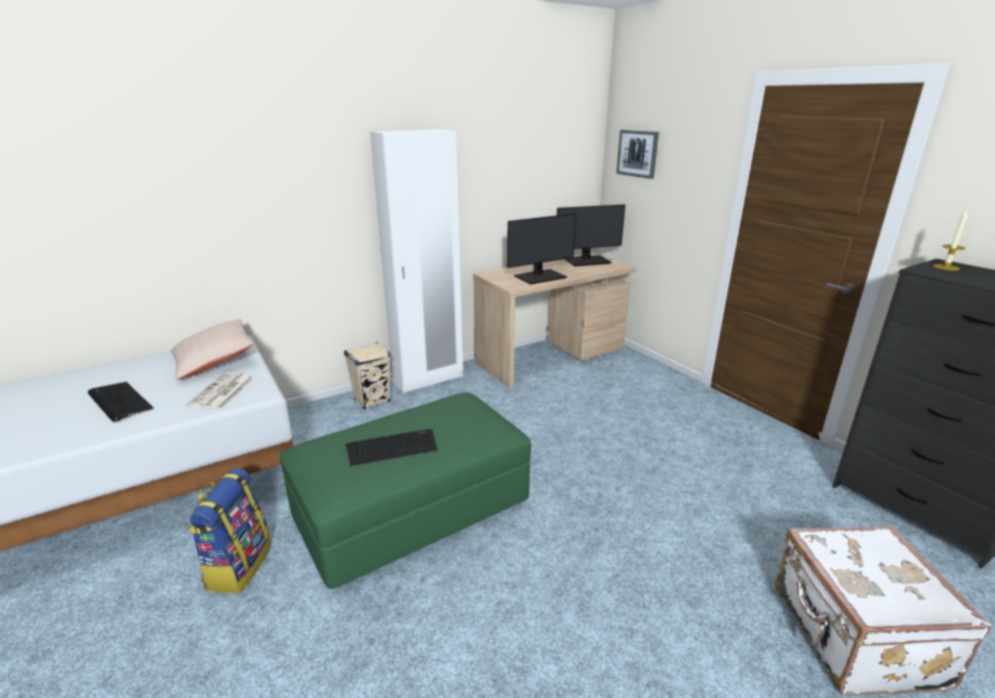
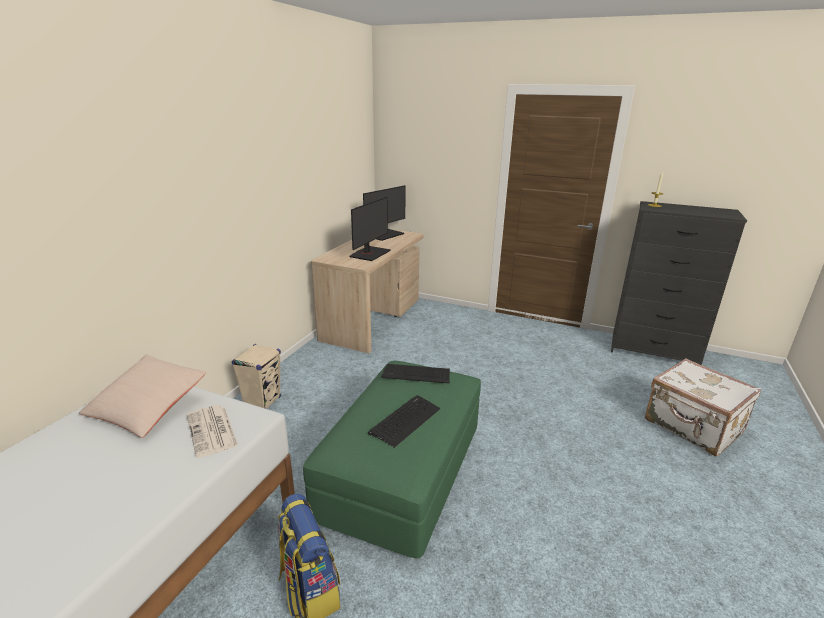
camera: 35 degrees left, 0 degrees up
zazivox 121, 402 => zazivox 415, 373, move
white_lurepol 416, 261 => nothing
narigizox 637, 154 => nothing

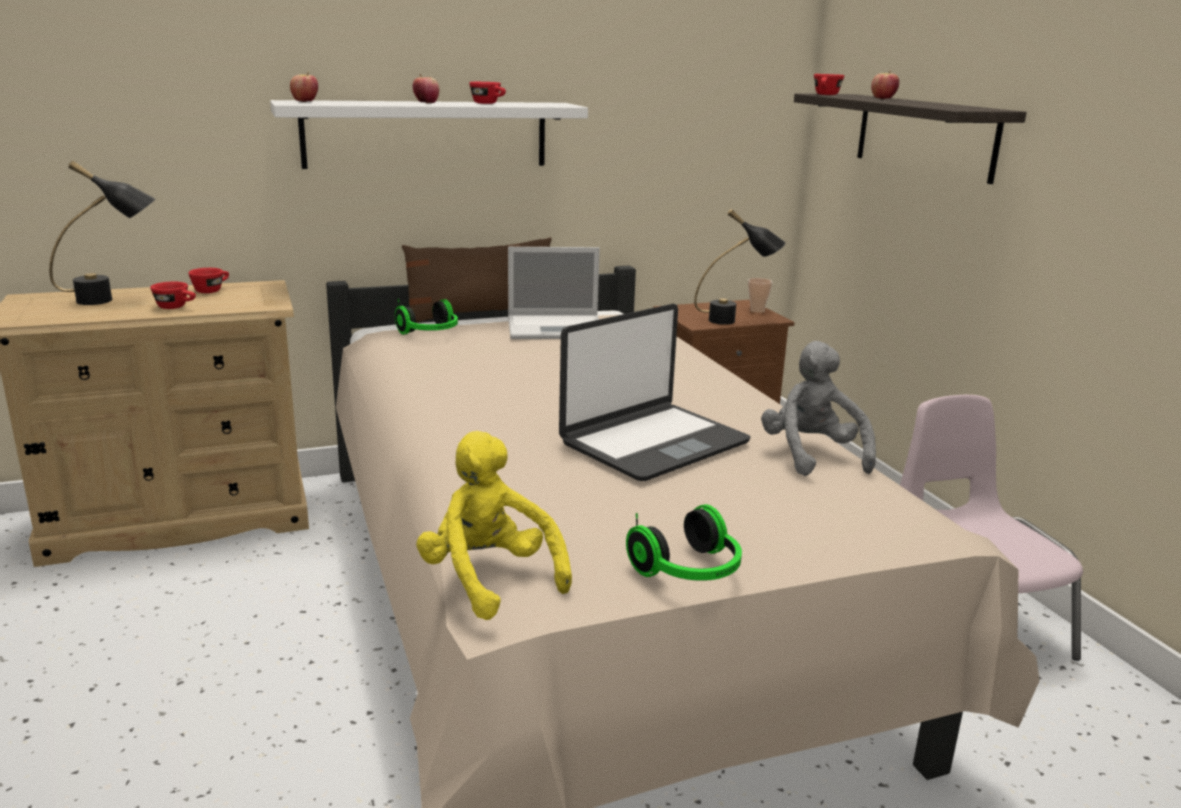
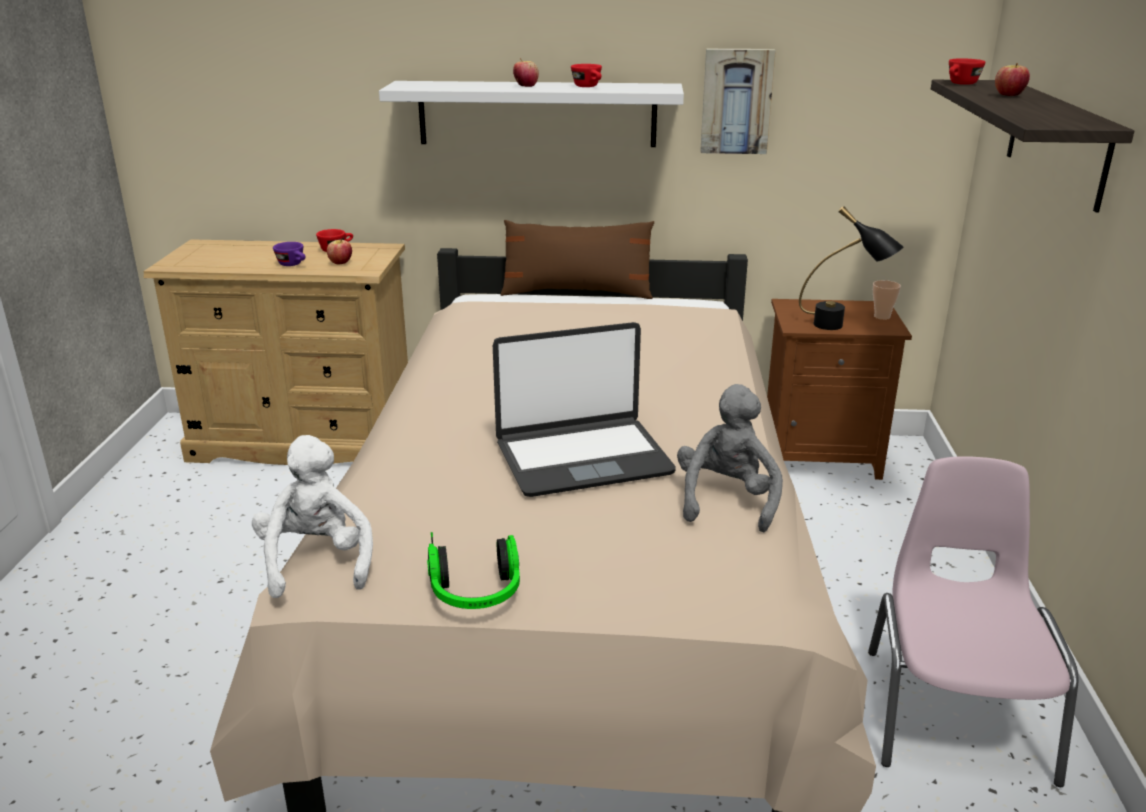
camera: 25 degrees right, 5 degrees up
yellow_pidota 494, 525 => white_pidota 312, 516
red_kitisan 173, 295 => purple_kitisan 289, 254
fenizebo 304, 87 => fenizebo 339, 252, move
nothing => narigizox 738, 101
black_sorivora 102, 233 => nothing
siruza 426, 317 => nothing
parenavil 554, 293 => nothing

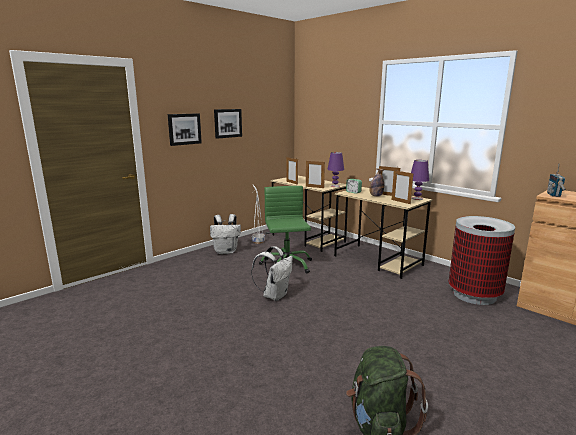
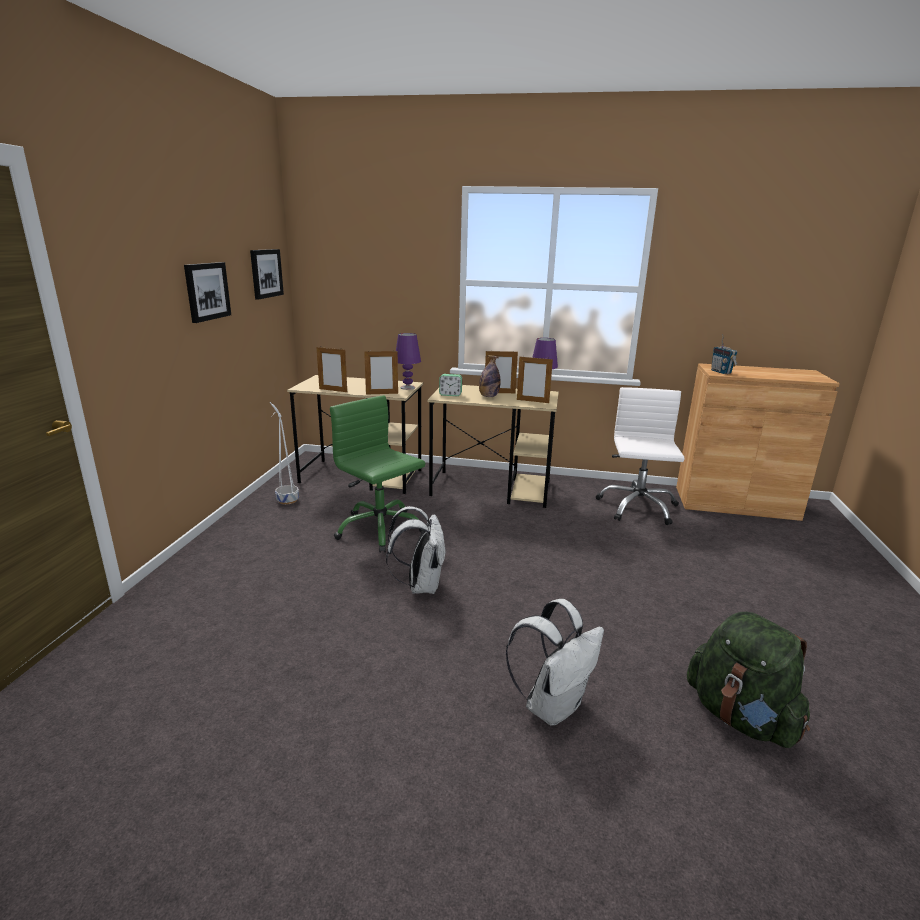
camera: 35 degrees left, 5 degrees up
narigizox 185, 129 => narigizox 267, 274, move
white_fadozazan 225, 234 => white_fadozazan 555, 662, move
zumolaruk 482, 260 => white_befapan 640, 456

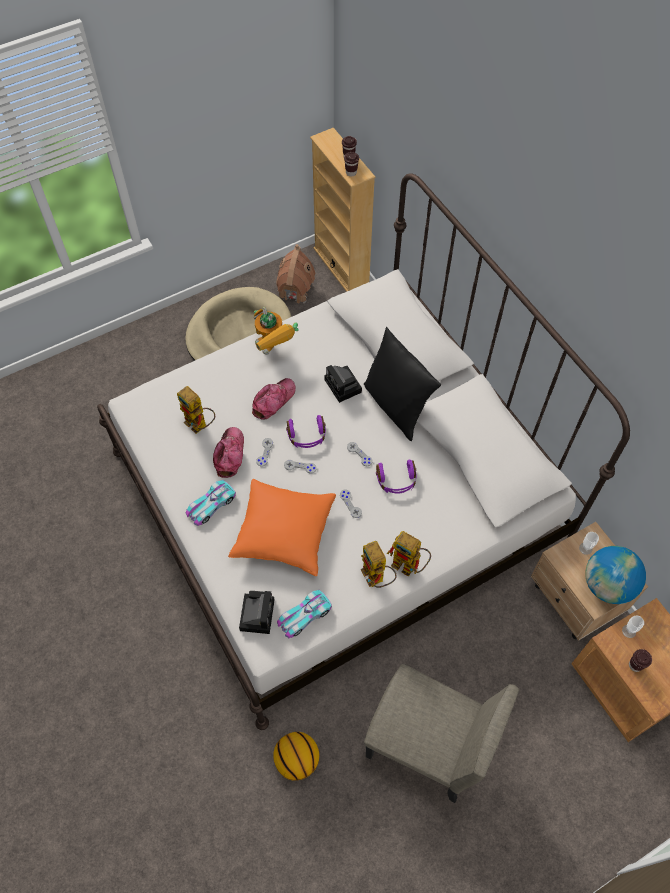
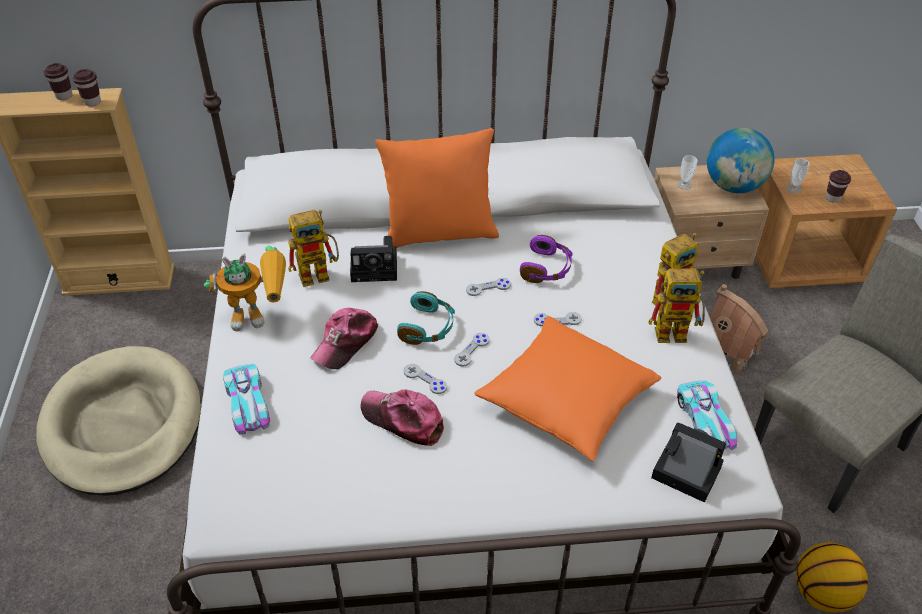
camera: 65 degrees left, 15 degrees down
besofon 210, 503 => besofon 246, 399, move
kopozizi 196, 410 => kopozizi 313, 248, move
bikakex 274, 399 => bikakex 344, 338, 120 degrees counterclockwise
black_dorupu 402, 384 => orange_dorupu 437, 188
purple_siruza 306, 431 => turquoise_siruza 426, 318
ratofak 295, 273 => ratofak 739, 327, move

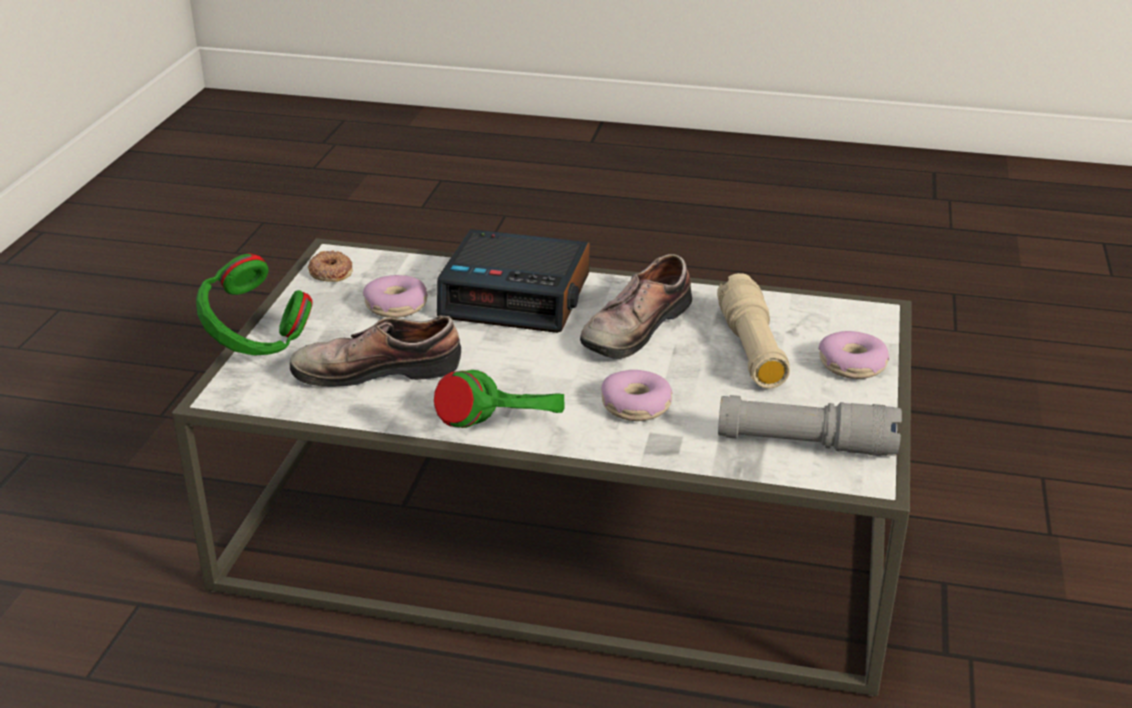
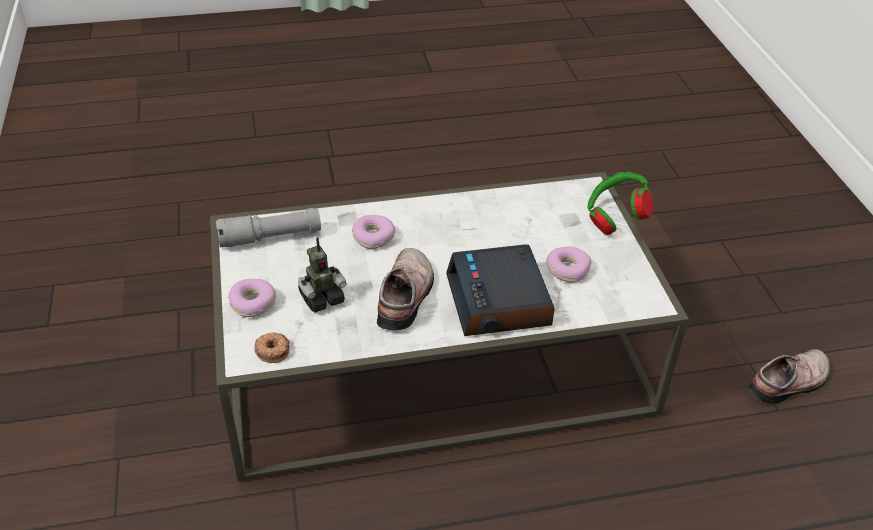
camera: 155 degrees right, 10 degrees up
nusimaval 330, 266 => nusimaval 272, 348, move
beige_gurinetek 753, 331 => kopozizi 322, 275
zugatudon 513, 281 => zugatudon 500, 290, 90 degrees counterclockwise
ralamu 375, 351 => ralamu 789, 376, move
green_siruza 499, 399 => nothing

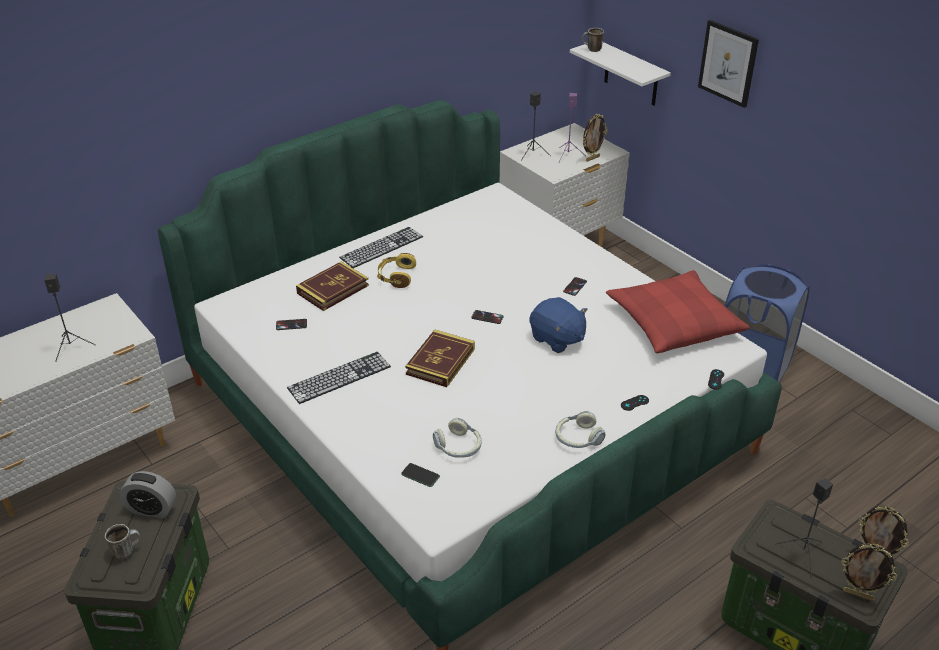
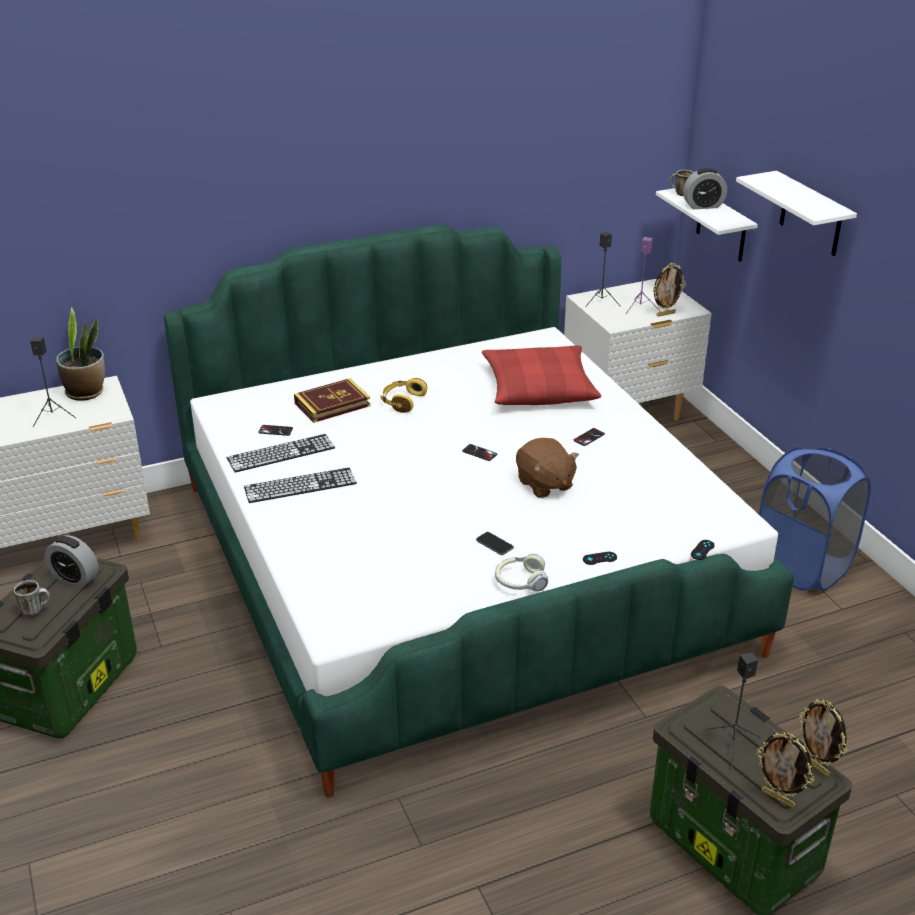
camera: 15 degrees right, 5 degrees down
nothing => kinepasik 80, 354
zazivox 381, 247 => zazivox 281, 453, move
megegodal 420, 475 => megegodal 495, 543, move
red_dorupu 678, 311 => red_dorupu 541, 375, move
blue_pidota 558, 325 => brown_pidota 547, 468
nothing => zugatudon 705, 188
narigizox 728, 64 => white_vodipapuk 796, 213
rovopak 440, 358 => nothing
siruza 457, 438 => nothing

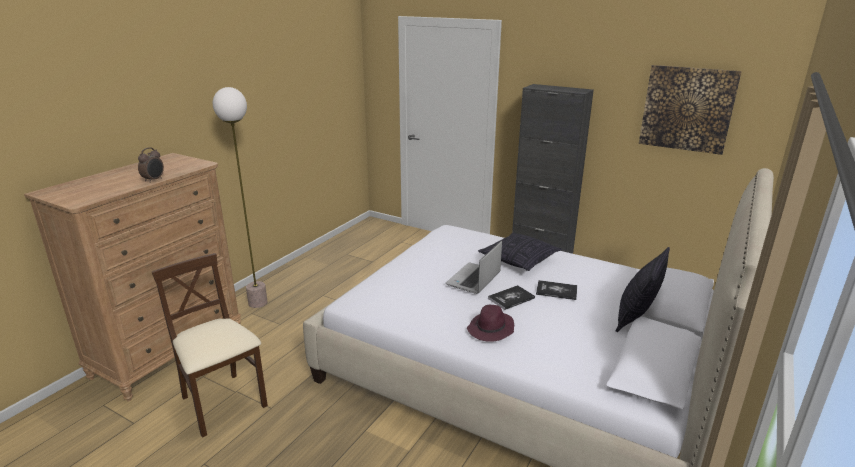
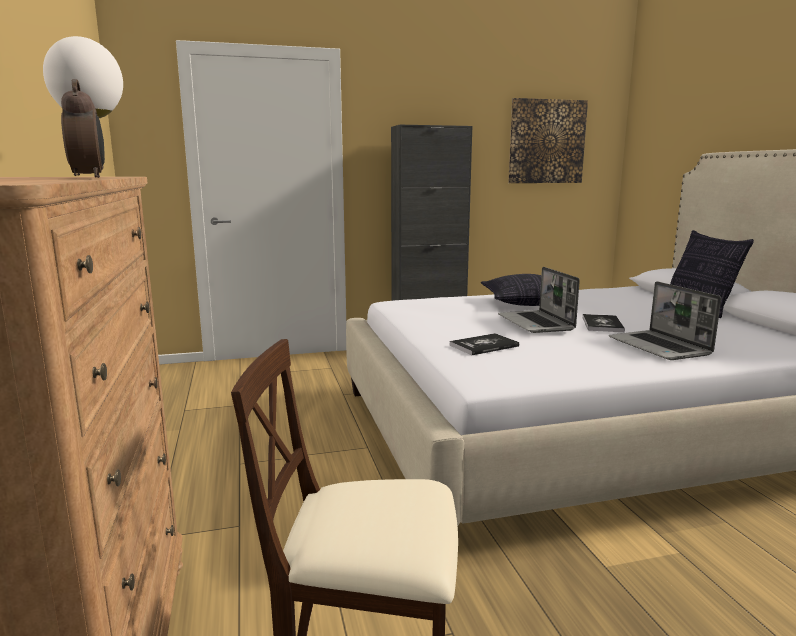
camera: 45 degrees left, 10 degrees down
rovopak 556, 290 => rovopak 484, 344, move
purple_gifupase 490, 323 => parenavil 665, 320

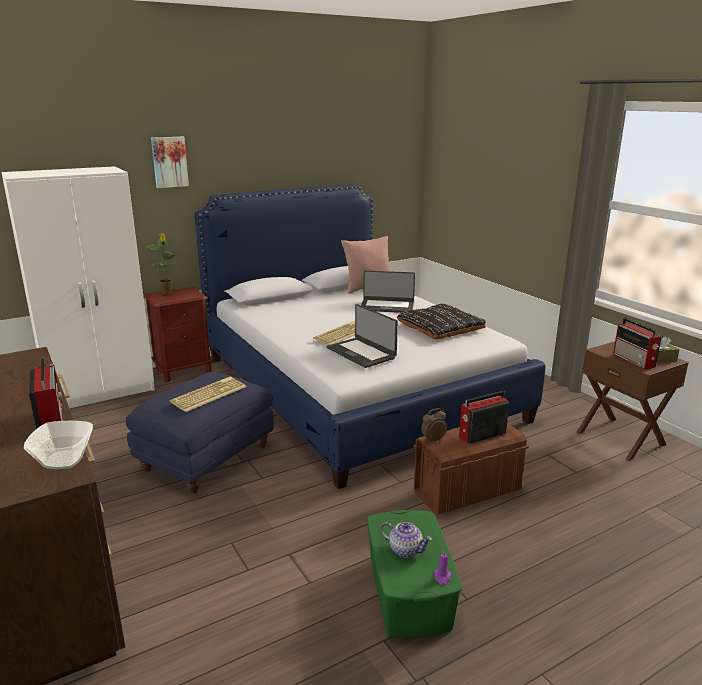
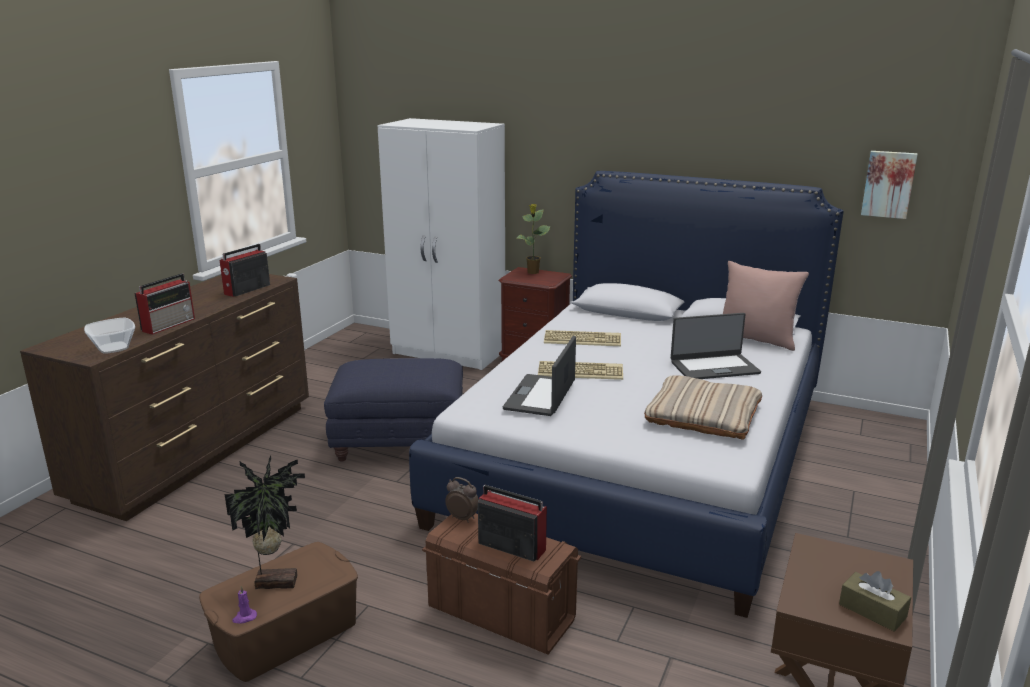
camera: 55 degrees right, 0 degrees up
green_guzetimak 414, 574 => brown_guzetimak 278, 612
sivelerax 637, 344 => sivelerax 245, 270, move
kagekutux 406, 540 => kinepasik 265, 522
zazivox 208, 394 => zazivox 582, 338, move
black_dorupu 441, 322 => beige_dorupu 703, 407
parenavil 388, 291 => parenavil 716, 346, 75 degrees counterclockwise
narigizox 170, 162 => narigizox 889, 185, move

